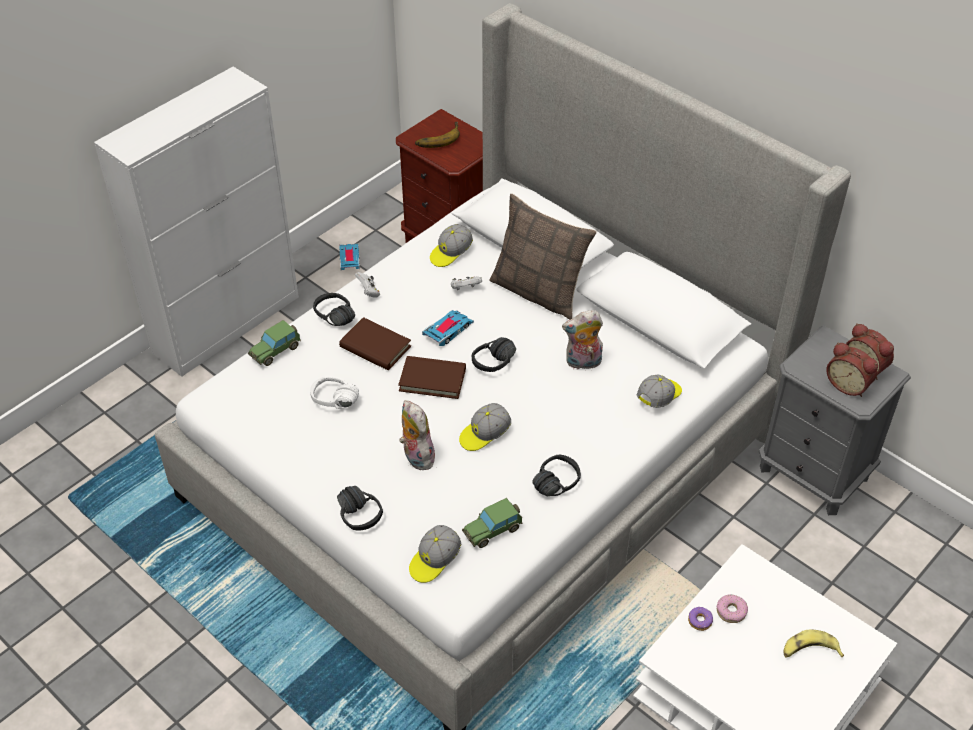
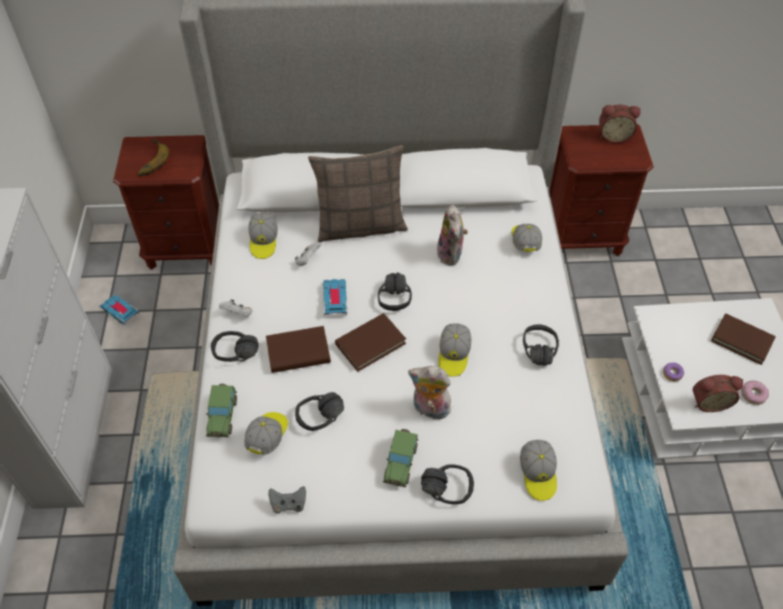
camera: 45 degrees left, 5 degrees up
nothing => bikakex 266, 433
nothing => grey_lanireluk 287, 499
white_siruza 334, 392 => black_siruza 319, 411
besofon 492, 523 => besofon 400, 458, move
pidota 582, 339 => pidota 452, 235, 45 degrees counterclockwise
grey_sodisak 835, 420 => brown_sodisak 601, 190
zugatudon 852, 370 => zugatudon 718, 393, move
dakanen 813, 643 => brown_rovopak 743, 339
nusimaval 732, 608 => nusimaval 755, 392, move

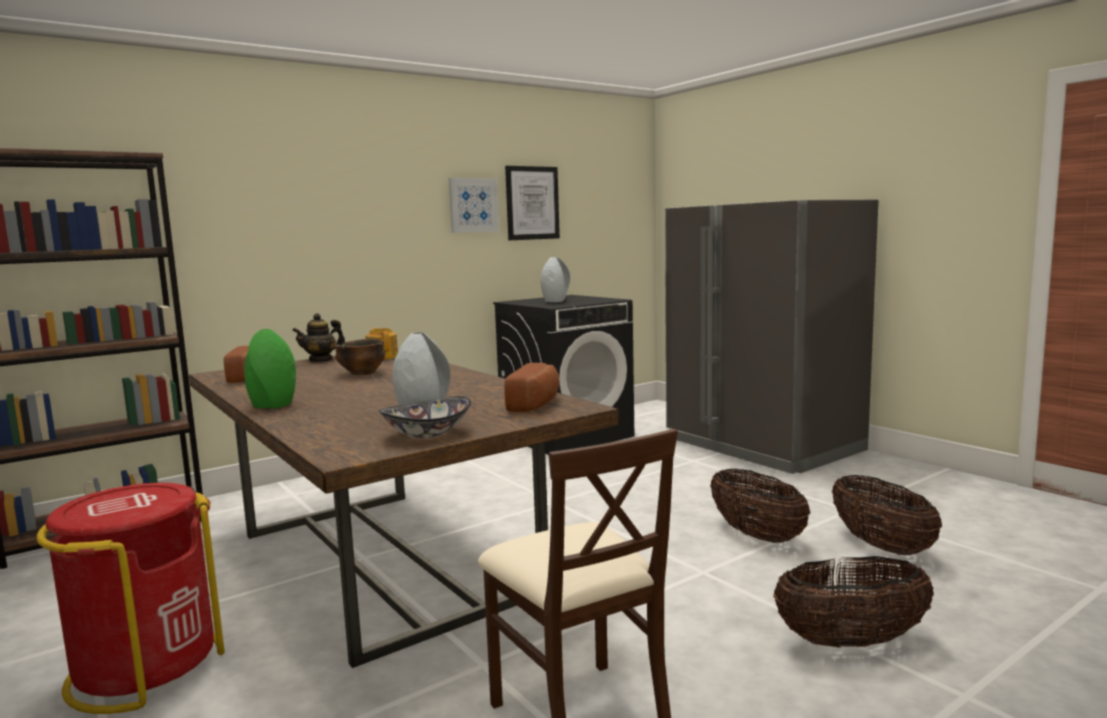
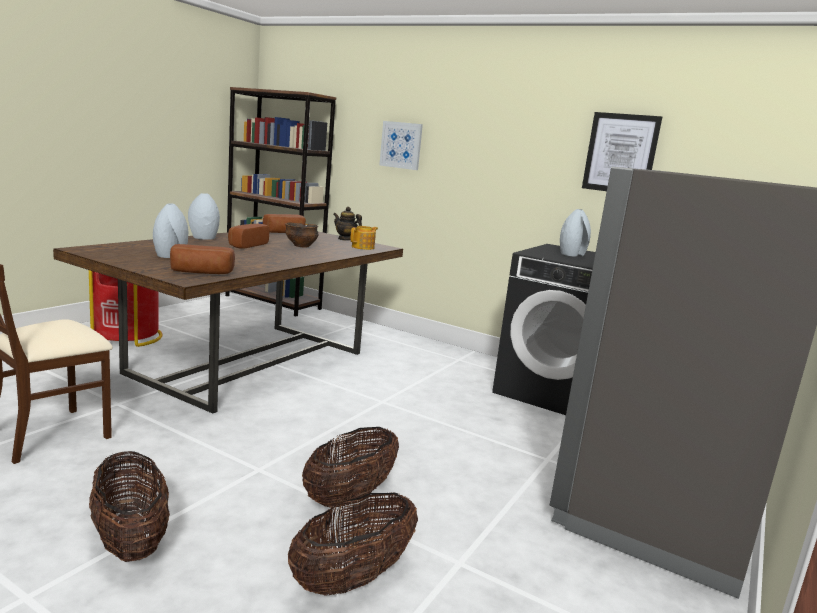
camera: 65 degrees right, 5 degrees up
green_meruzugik 270, 368 => grey_meruzugik 204, 216
nothing => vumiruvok 248, 236
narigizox 474, 205 => narigizox 401, 145, move
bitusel 425, 417 => nothing

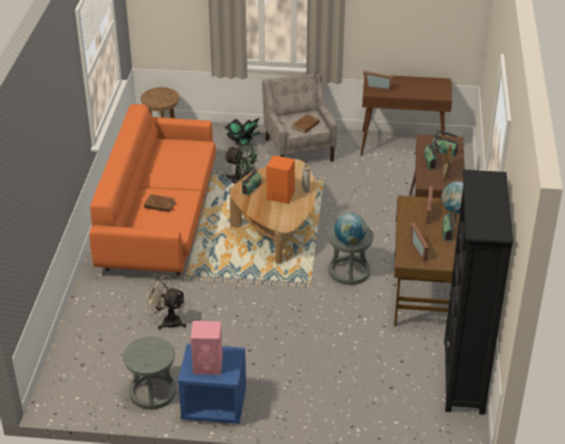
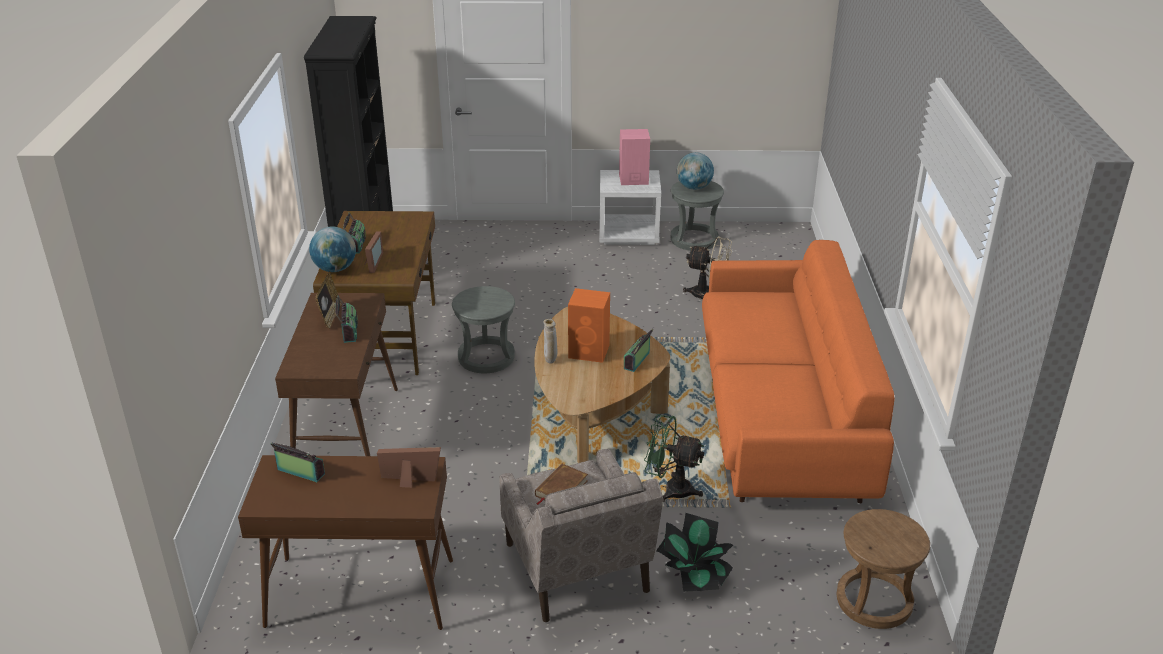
camera: 175 degrees right, 5 degrees down
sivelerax 445, 143 => sivelerax 298, 462, move
blue_sodisak 212, 384 => white_sodisak 630, 207
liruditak 350, 229 => liruditak 695, 171, move
brown_rovopak 160, 203 => nothing
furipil 420, 242 => nothing

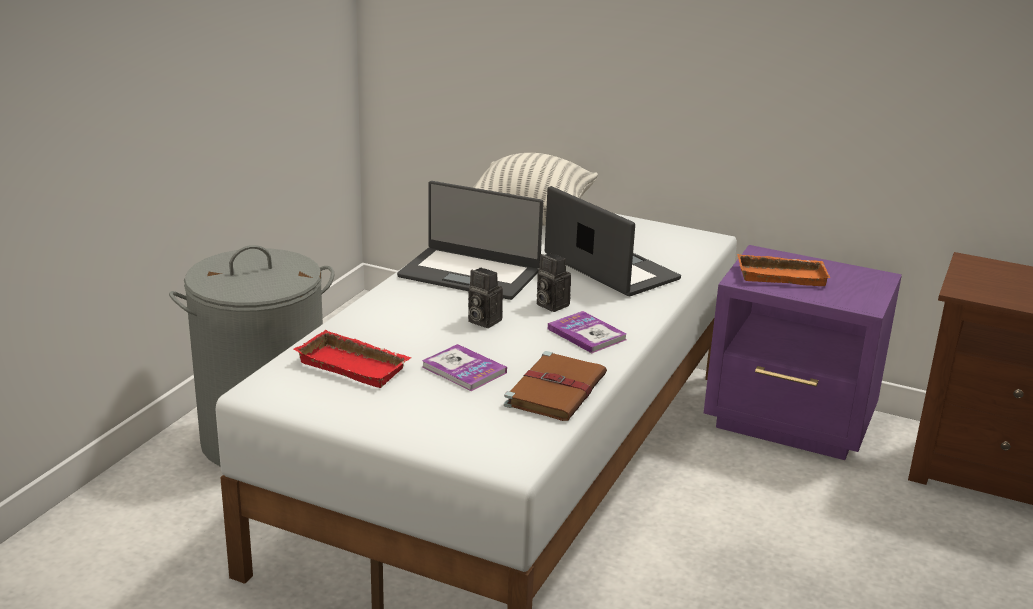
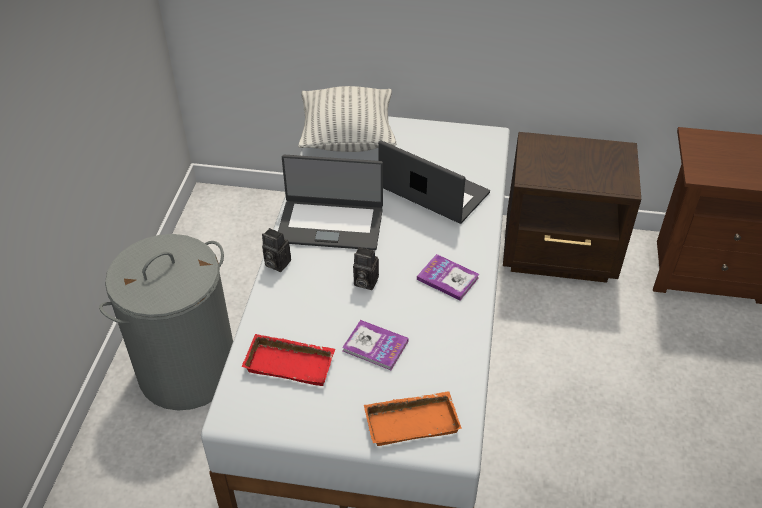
camera: 15 degrees left, 20 degrees up
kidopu 554, 282 => kidopu 276, 250, move
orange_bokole 783, 270 => orange_bokole 413, 418, move
purple_sodisak 803, 352 => brown_sodisak 572, 207
brown_rovopak 555, 386 => nothing

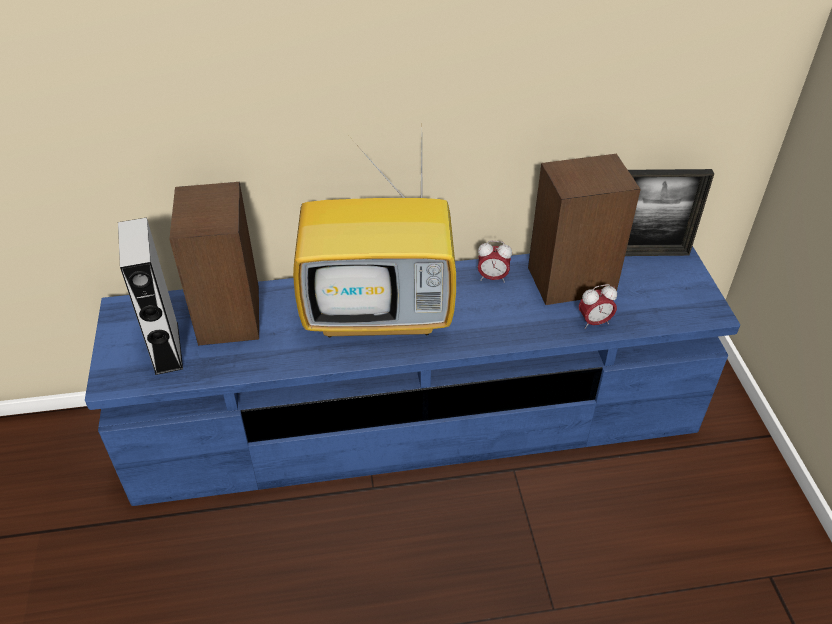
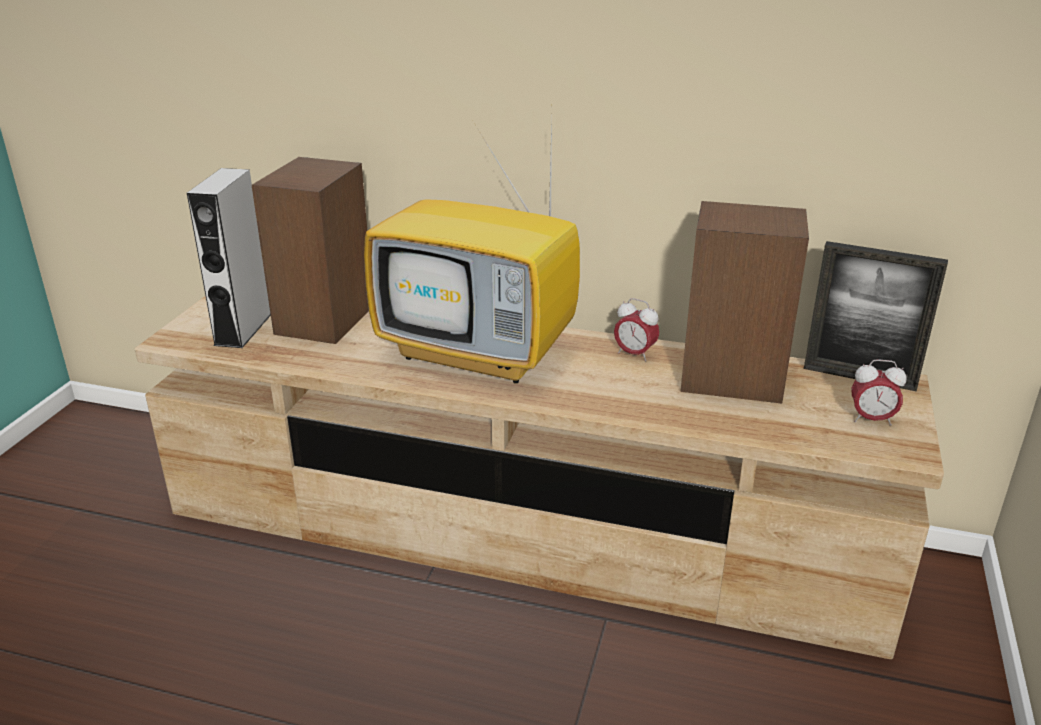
camera: 25 degrees right, 15 degrees down
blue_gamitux 412, 376 => beige_gamitux 539, 477
zugatudon 598, 306 => zugatudon 878, 392, move

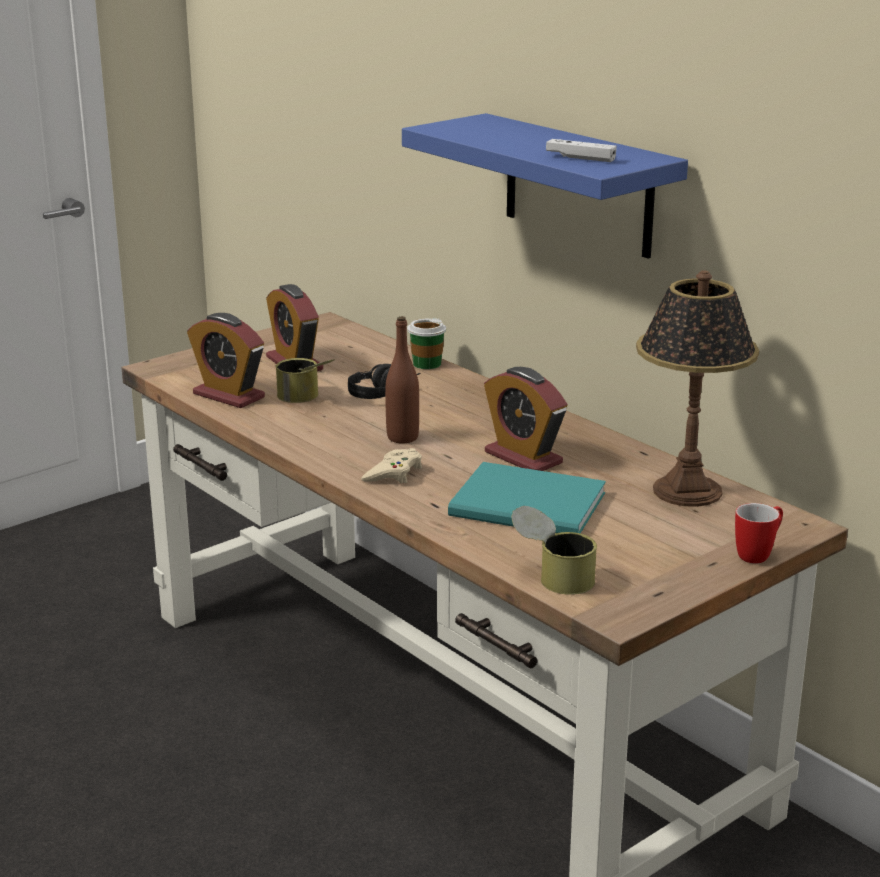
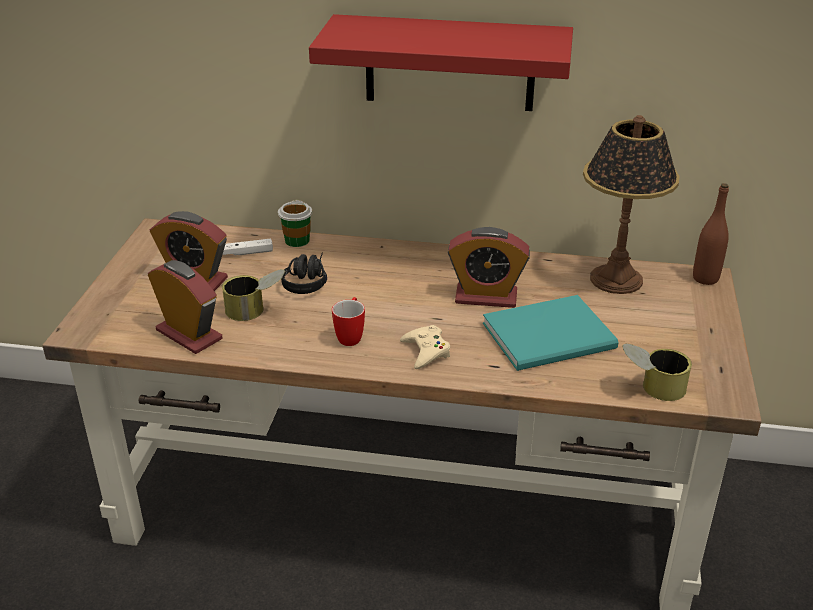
camera: 40 degrees left, 10 degrees up
zugatudon 226, 360 => zugatudon 185, 307, 135 degrees counterclockwise
white_lanireluk 581, 150 => white_lanireluk 247, 247, move
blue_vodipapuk 545, 186 => red_vodipapuk 441, 62
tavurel 759, 533 => tavurel 348, 321, move
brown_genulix 402, 379 => brown_genulix 711, 234, move

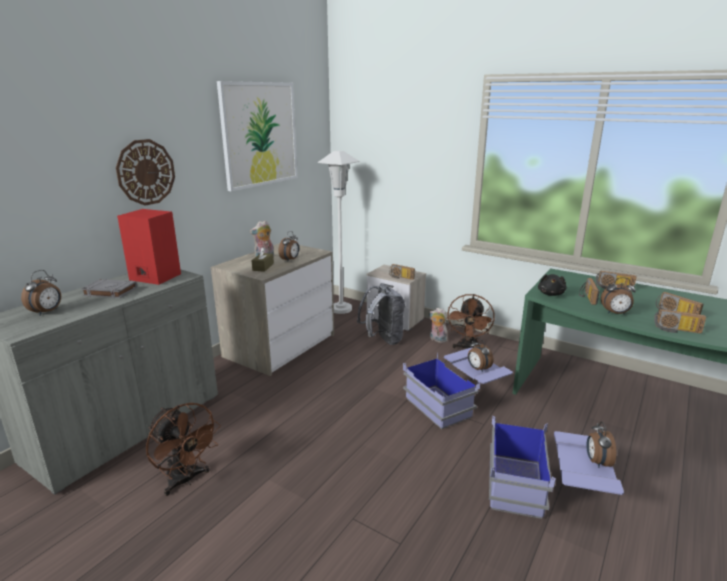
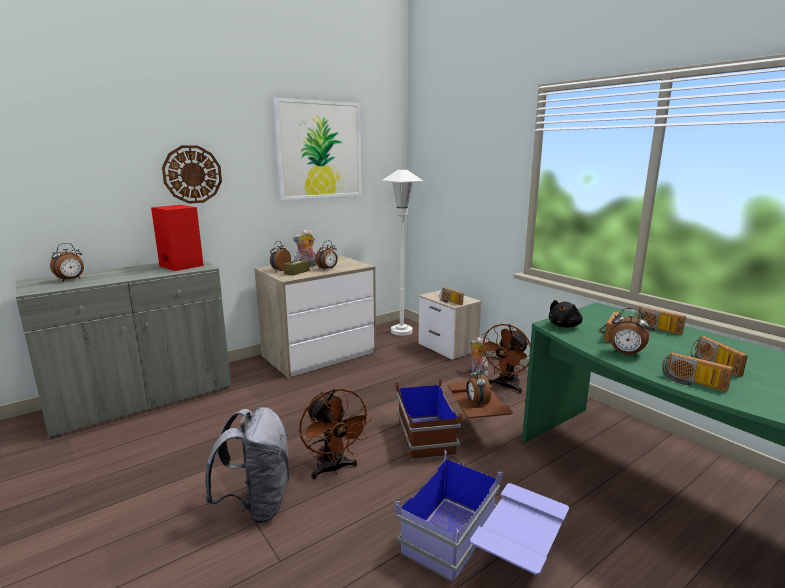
camera: 20 degrees right, 5 degrees down
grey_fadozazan 381, 314 => grey_fadozazan 247, 465, move
zugatudon 601, 444 => zugatudon 280, 256, move
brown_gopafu 183, 449 => brown_gopafu 335, 434, move
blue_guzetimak 458, 388 => brown_guzetimak 454, 419
grey_rovopak 109, 288 => nothing

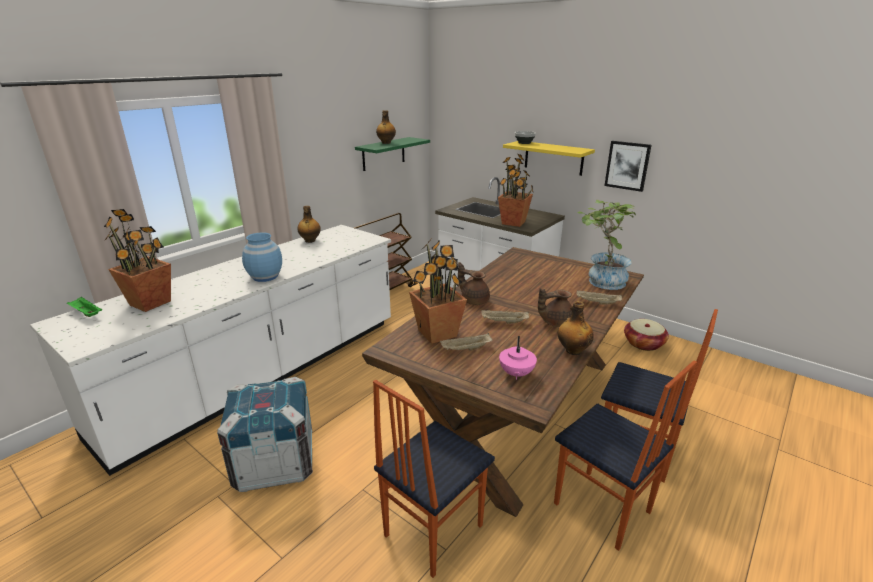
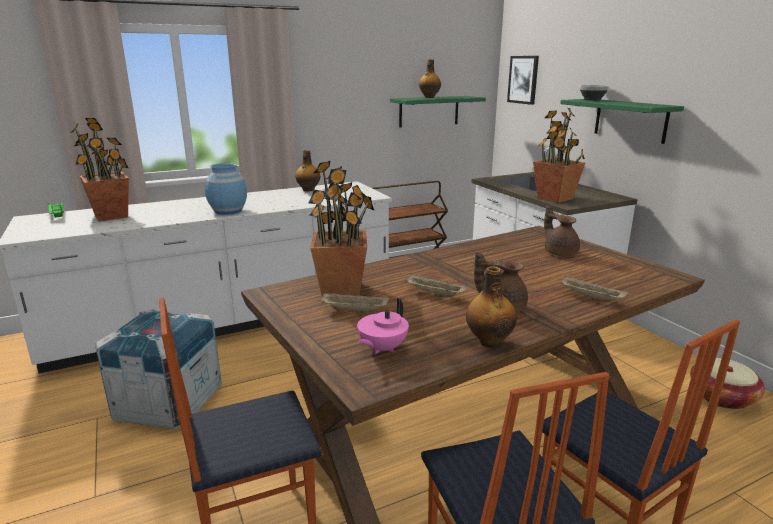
camera: 25 degrees right, 5 degrees down
narigizox 628, 166 => narigizox 523, 80, move
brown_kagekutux 474, 283 => brown_kagekutux 562, 230, move
yellow_vodipapuk 549, 158 => green_vodipapuk 622, 121
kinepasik 606, 245 => nothing

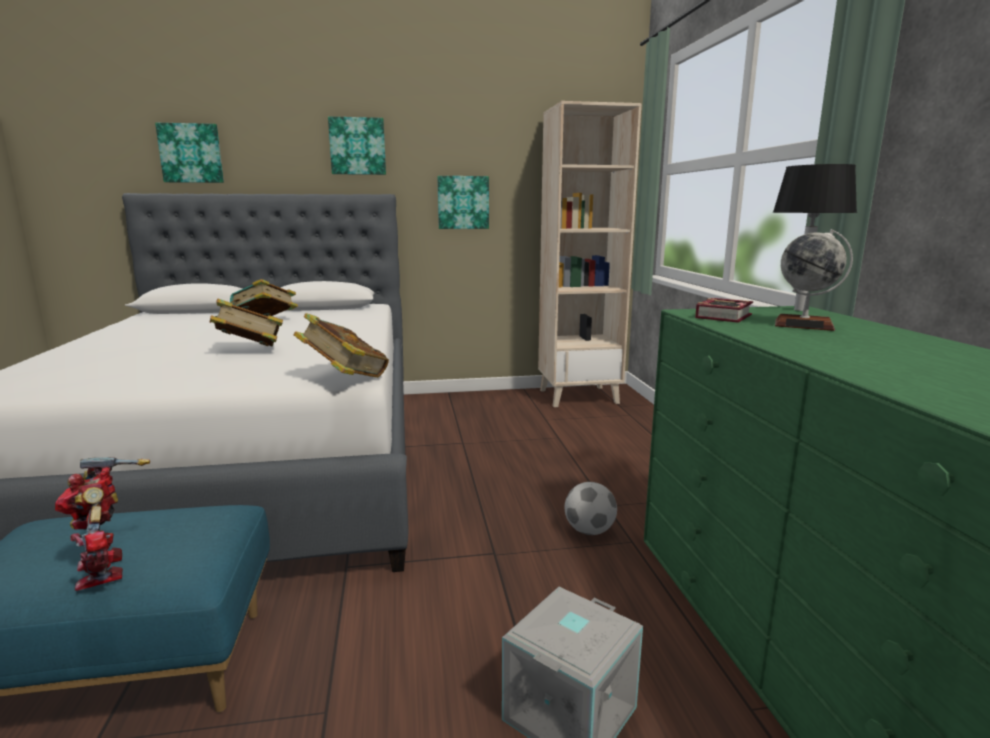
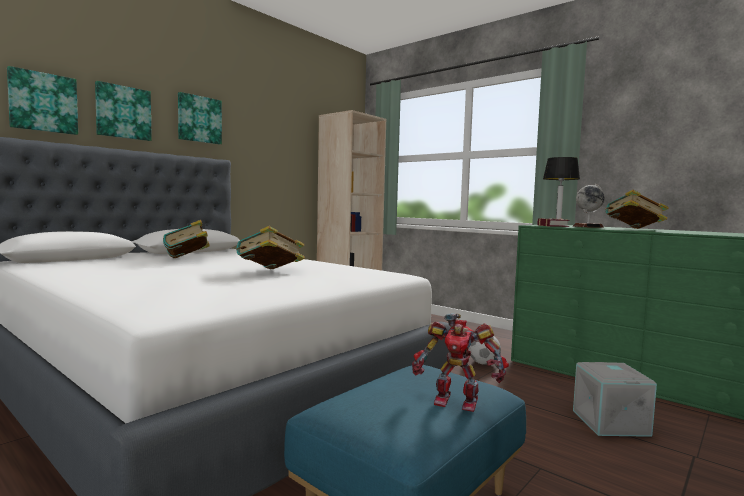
camera: 40 degrees left, 10 degrees down
narigizox 463, 202 => narigizox 123, 111, move
rovopak 341, 345 => rovopak 637, 209, move

